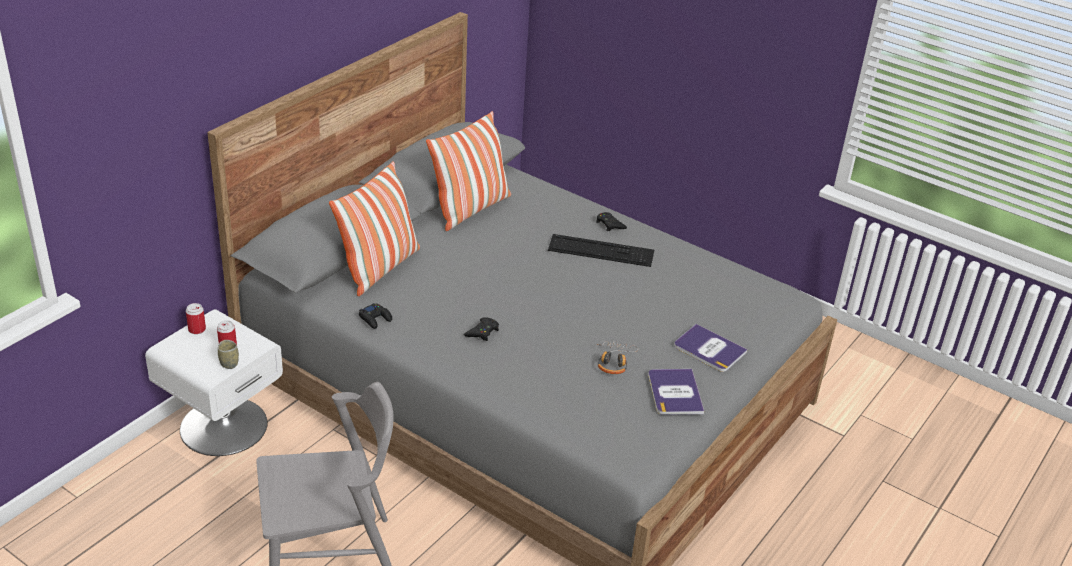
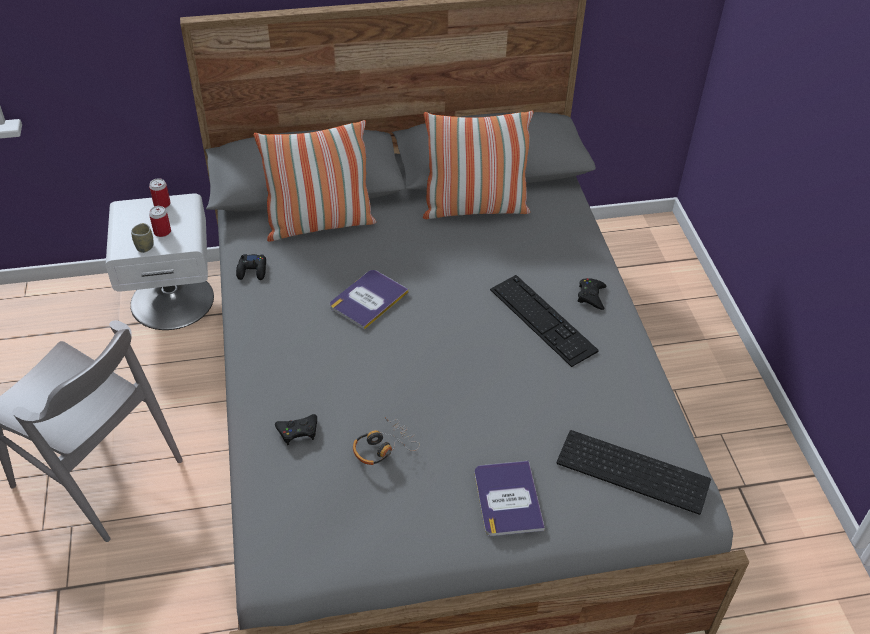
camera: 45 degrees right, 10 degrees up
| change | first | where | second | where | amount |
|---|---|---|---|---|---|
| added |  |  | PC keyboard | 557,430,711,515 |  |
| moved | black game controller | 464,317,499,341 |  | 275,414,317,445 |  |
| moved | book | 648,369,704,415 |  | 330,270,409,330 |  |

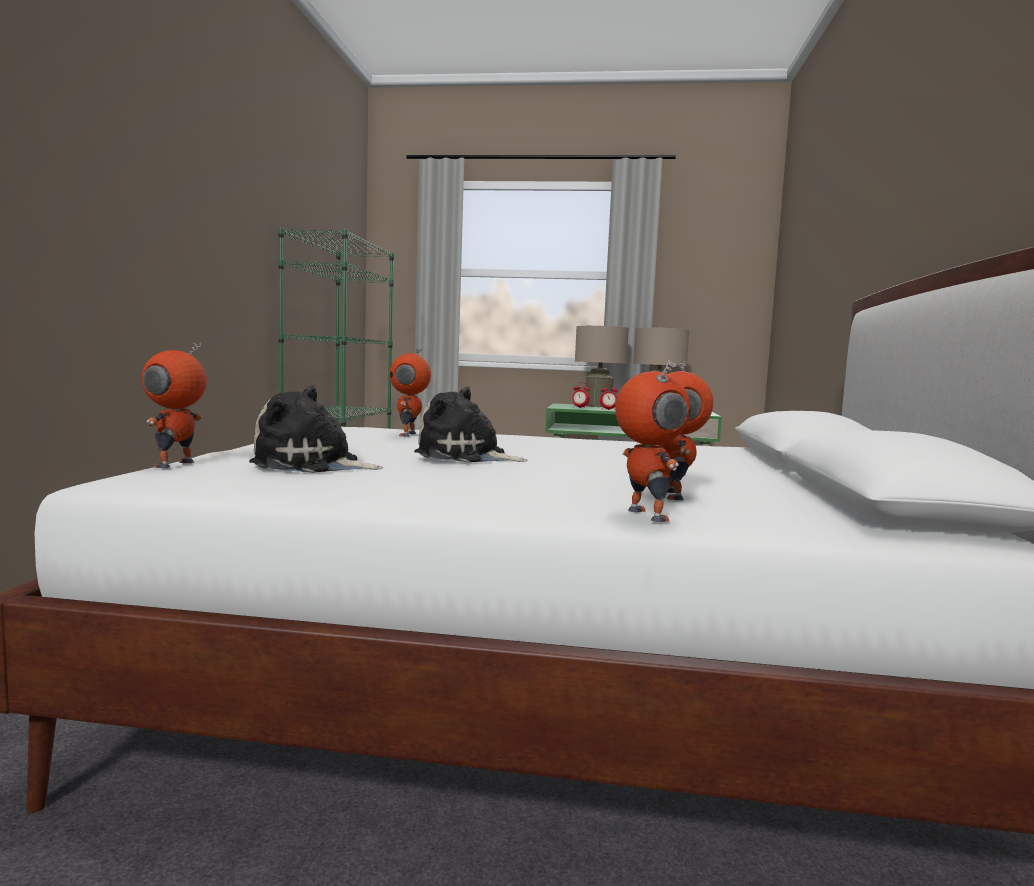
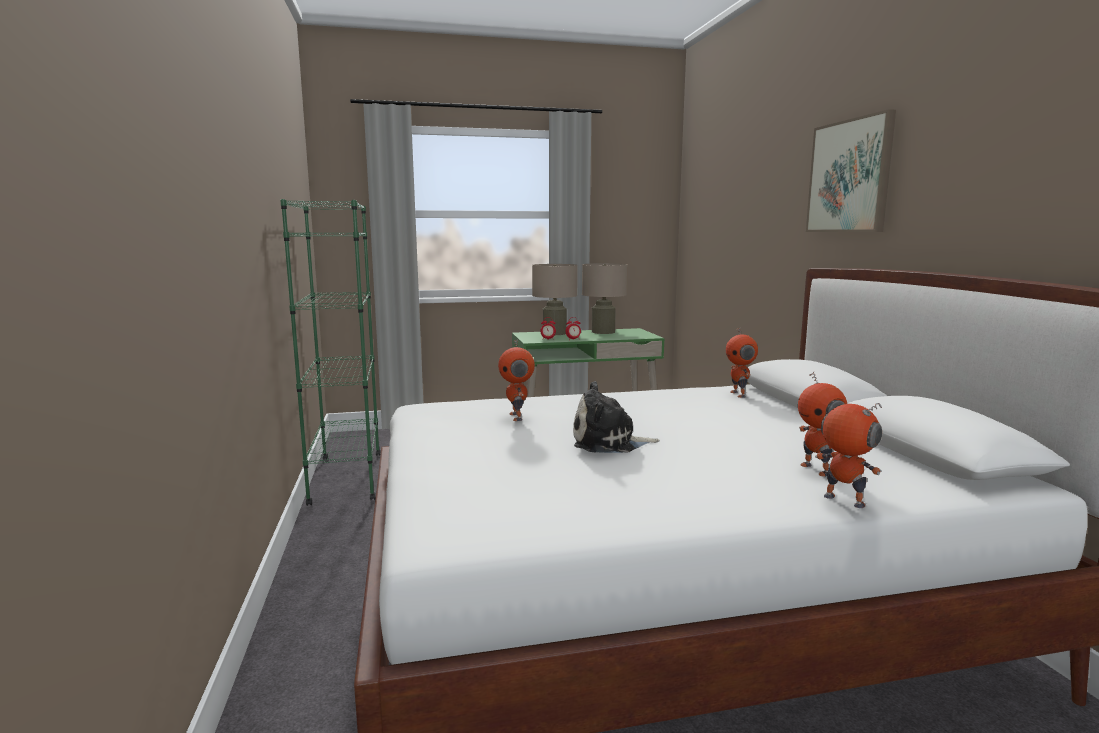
camera: 20 degrees left, 5 degrees up
| change | first | where | second | where | amount |
|---|---|---|---|---|---|
| removed | soft toy | 249,386,384,473 |  |  |  |
| added |  |  | picture | 806,109,896,232 |  |
| moved | toy robot | 141,342,207,468 |  | 726,329,758,398 |  |

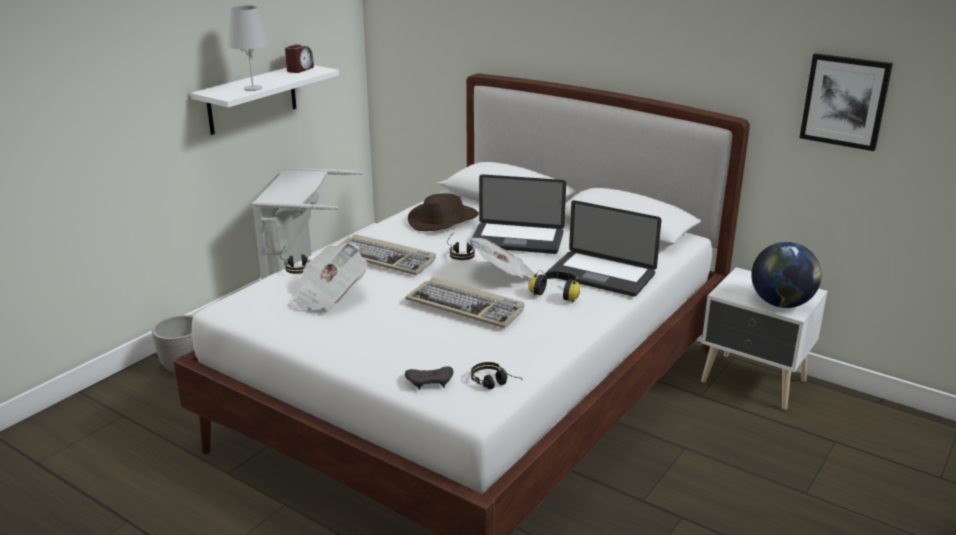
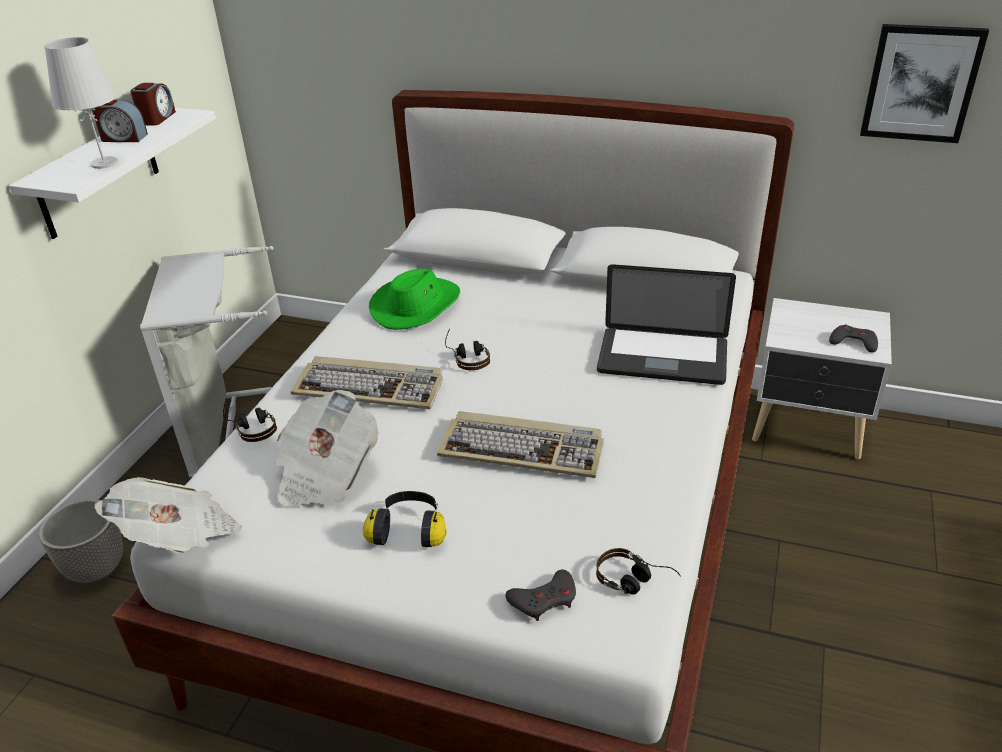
camera: 15 degrees left, 10 degrees up
| change | first | where | second | where | amount |
|---|---|---|---|---|---|
| removed | laptop | 472,174,566,254 |  |  |  |
| added |  |  | table clock | 92,100,148,142 |  |
| moved | printed paper | 466,238,535,278 |  | 94,477,242,553 |  |
| moved | headset | 528,270,580,302 |  | 363,491,446,547 |  |
| replaced | world globe | 751,242,822,308 | gray game controller | 829,324,878,352 |  |
| recoloured | brownish wearable hat | 408,193,479,231 | greenish wearable hat | 369,268,460,330 |  |

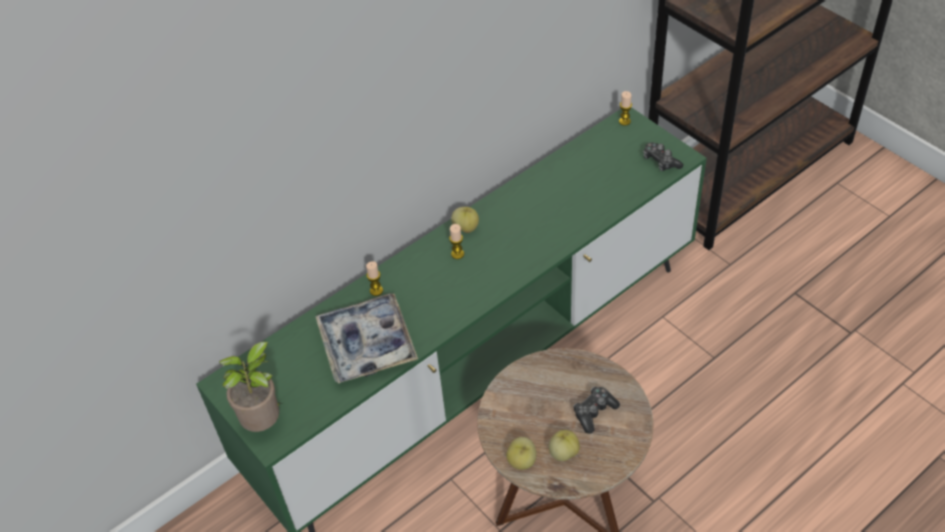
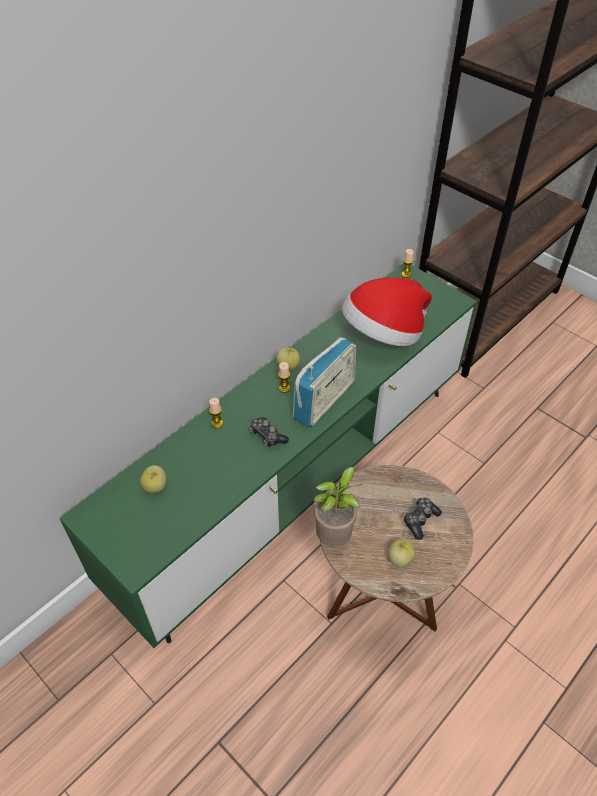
camera: 10 degrees left, 0 degrees up
| change | first | where | second | where | amount |
|---|---|---|---|---|---|
| removed | tray | 315,294,418,384 |  |  |  |
| added |  |  | radio set | 293,337,357,428 |  |
| added |  |  | wearable hat | 342,278,432,346 |  |
| moved | potted plant | 219,341,283,432 |  | 314,467,362,547 |  |
| moved | apple fruit | 506,437,537,470 |  | 140,465,167,493 |  |
| moved | game controller | 643,142,683,171 |  | 250,417,289,447 |  |

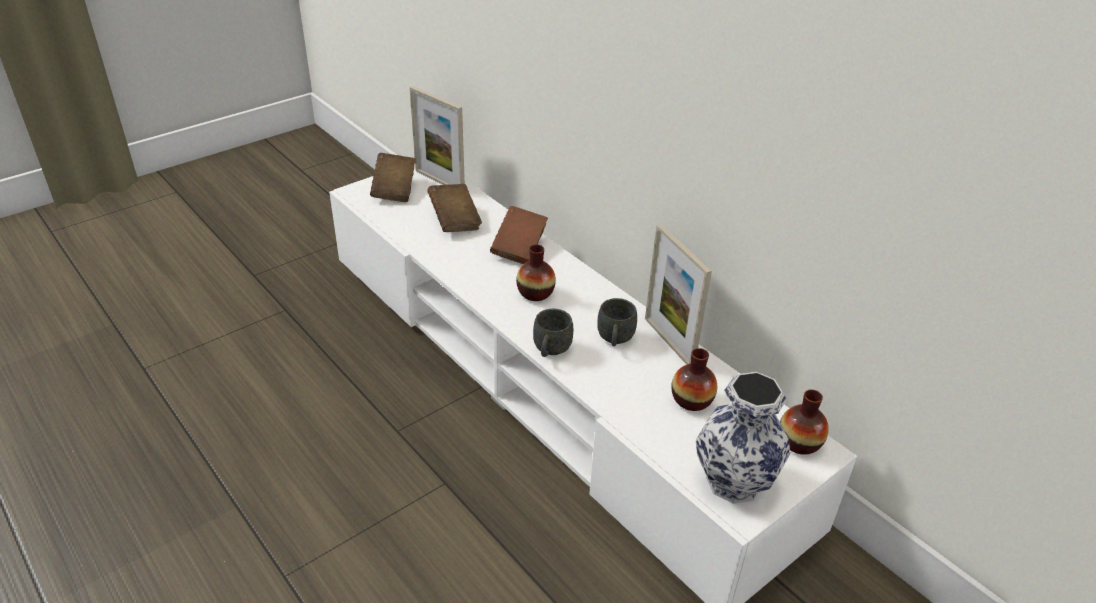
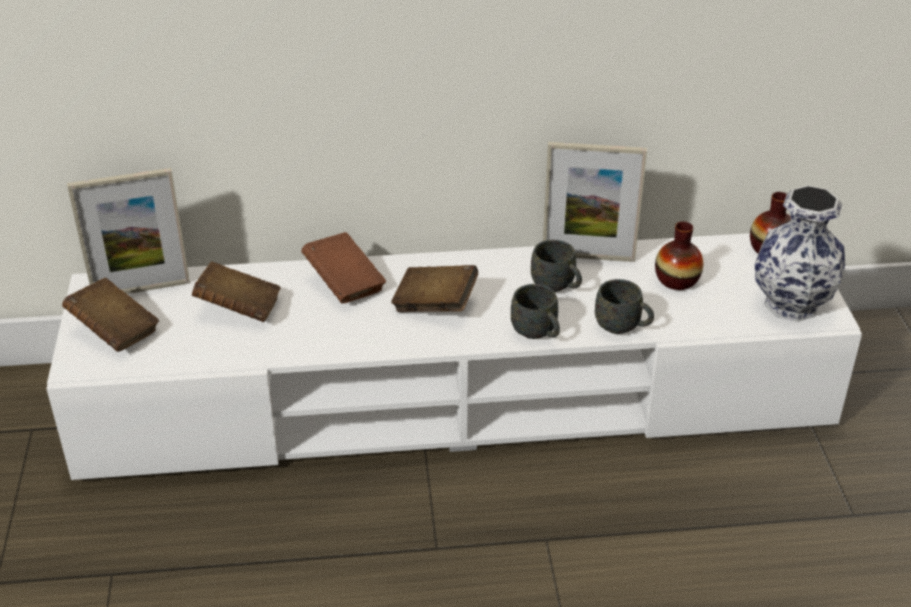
camera: 55 degrees left, 0 degrees up
| change | first | where | second | where | amount |
|---|---|---|---|---|---|
| added |  |  | gray tea mug | 595,279,654,334 |  |
| replaced | decorative vase | 516,245,556,301 | brownish book | 391,265,478,312 |  |

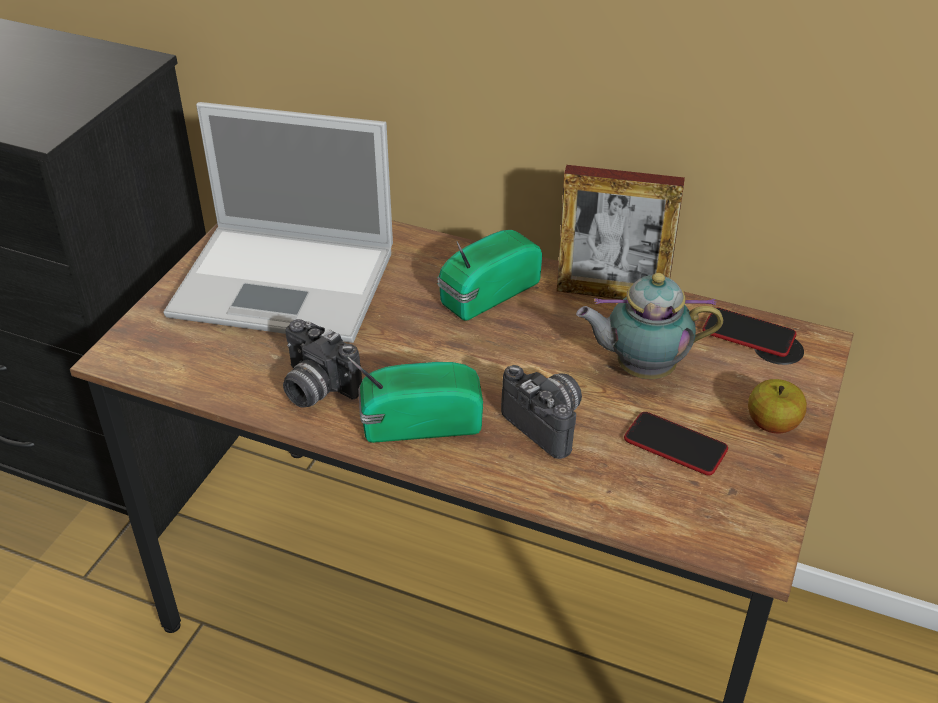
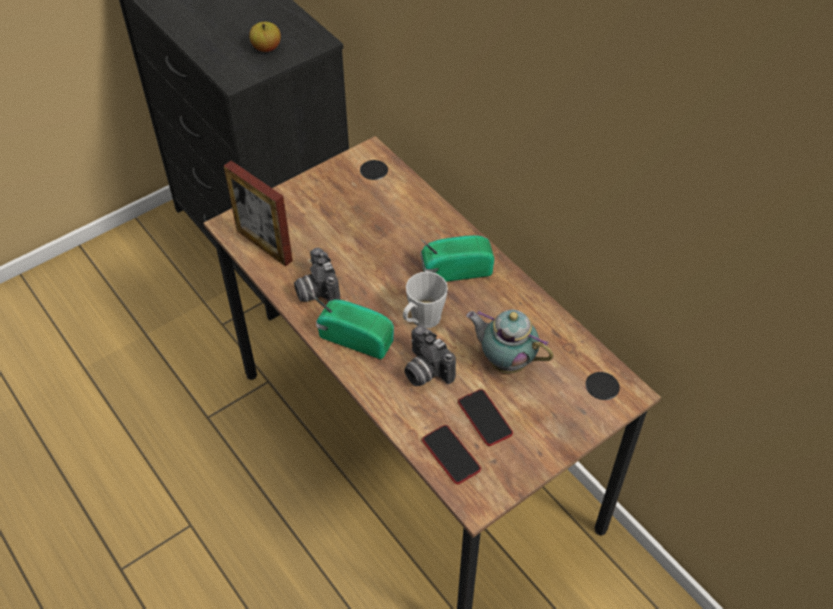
camera: 30 degrees right, 10 degrees up
| change | first | where | second | where | amount |
|---|---|---|---|---|---|
| removed | laptop | 163,102,393,343 |  |  |  |
| added |  |  | gray tea mug | 403,272,448,328 |  |
| moved | standing frame | 557,165,685,300 |  | 224,161,293,266 |  |
| moved | handset | 702,308,796,357 |  | 422,425,481,484 |  |
| moved | apple fruit | 748,379,807,433 |  | 249,22,281,52 |  |
| turned | still camera | 501,365,582,459 |  | 404,326,456,386 | 150 degrees clockwise |

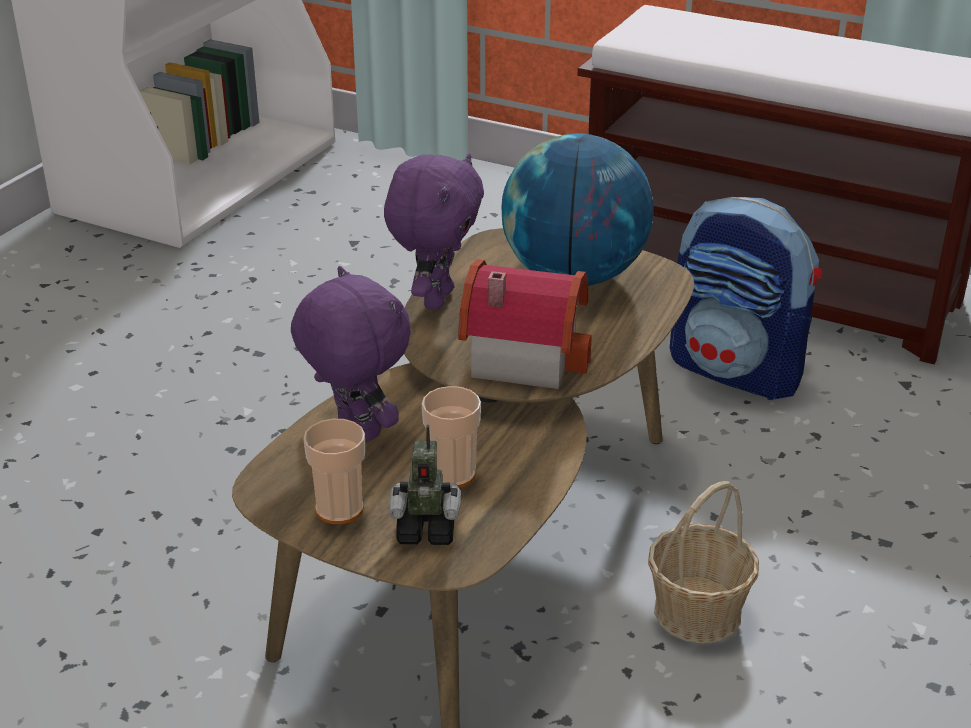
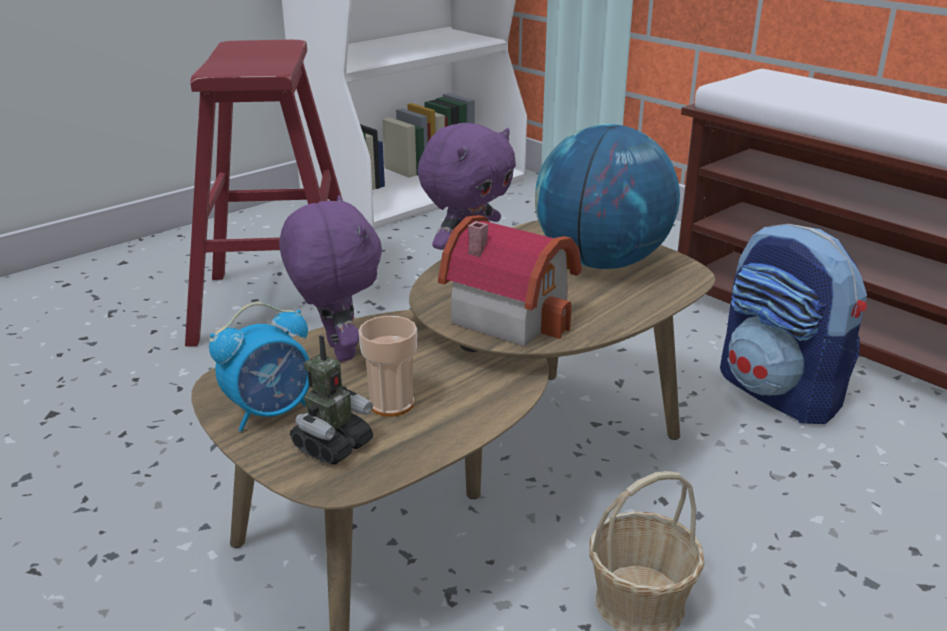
camera: 20 degrees right, 5 degrees down
| change | first | where | second | where | amount |
|---|---|---|---|---|---|
| added |  |  | red-coloured stool seat | 185,40,354,347 |  |
| replaced | cup | 303,419,365,524 | table clock | 209,302,310,431 |  |
| turned | toy robot | 389,425,461,545 |  | 290,335,373,465 | 75 degrees counterclockwise |

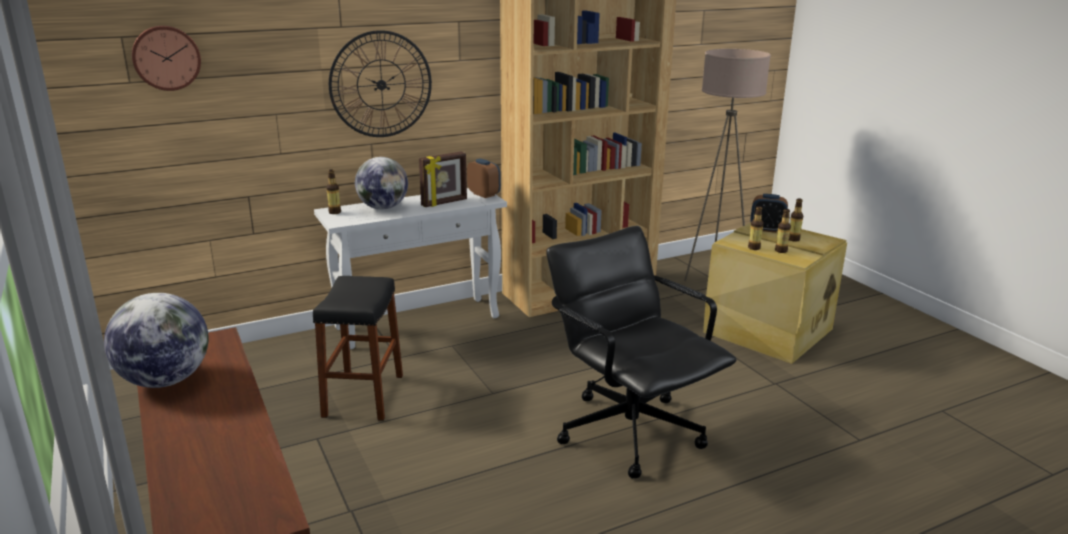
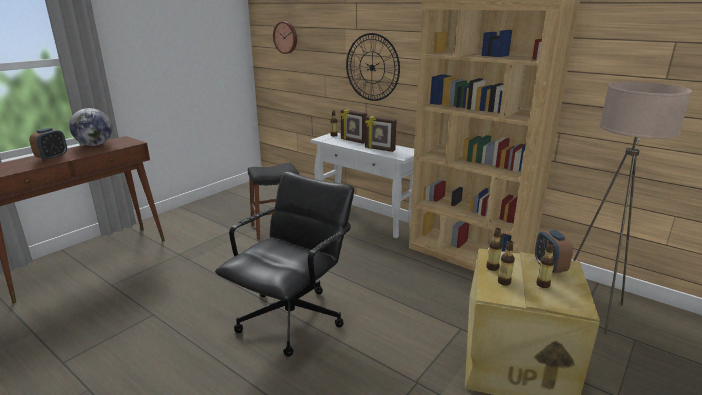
camera: 65 degrees right, 0 degrees up
| change | first | where | second | where | amount |
|---|---|---|---|---|---|
| moved | table clock | 467,159,501,198 |  | 29,128,67,161 |  |
| replaced | world globe | 355,157,408,210 | standing frame | 340,109,367,144 |  |

